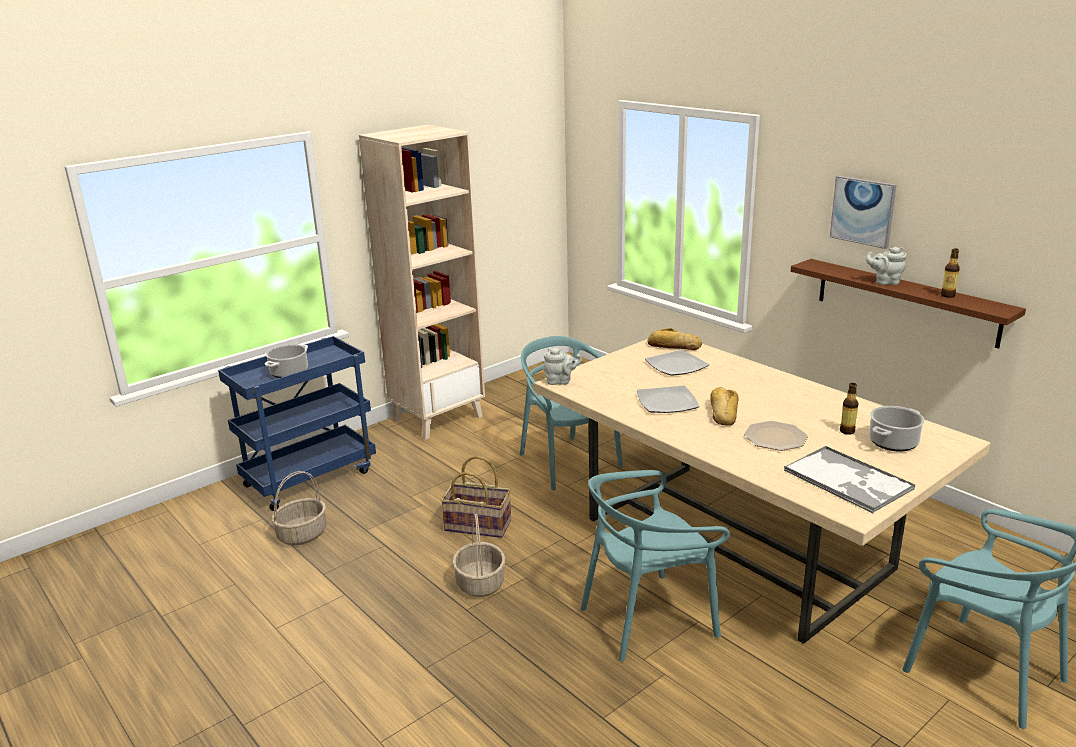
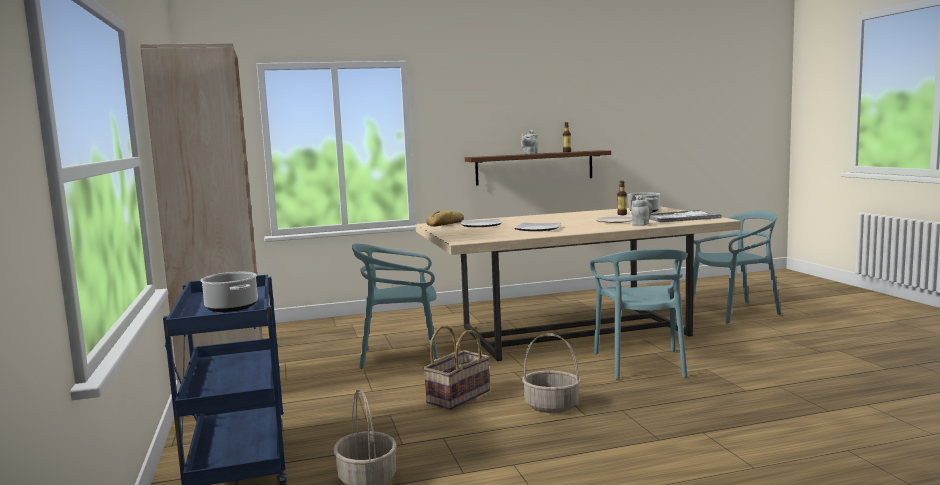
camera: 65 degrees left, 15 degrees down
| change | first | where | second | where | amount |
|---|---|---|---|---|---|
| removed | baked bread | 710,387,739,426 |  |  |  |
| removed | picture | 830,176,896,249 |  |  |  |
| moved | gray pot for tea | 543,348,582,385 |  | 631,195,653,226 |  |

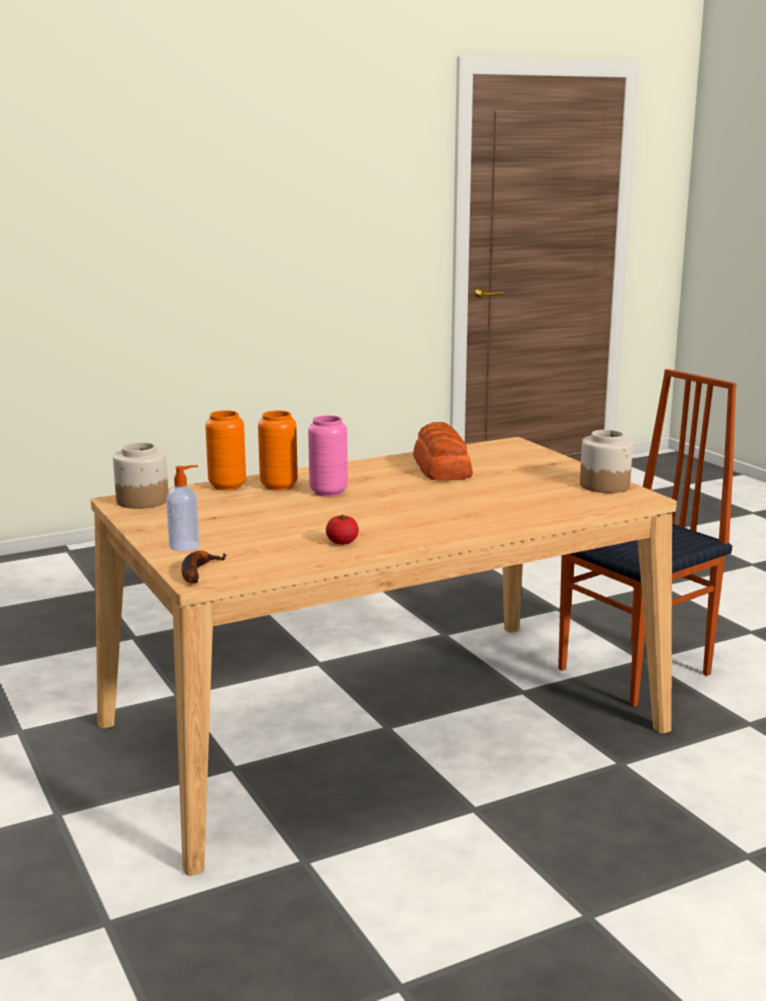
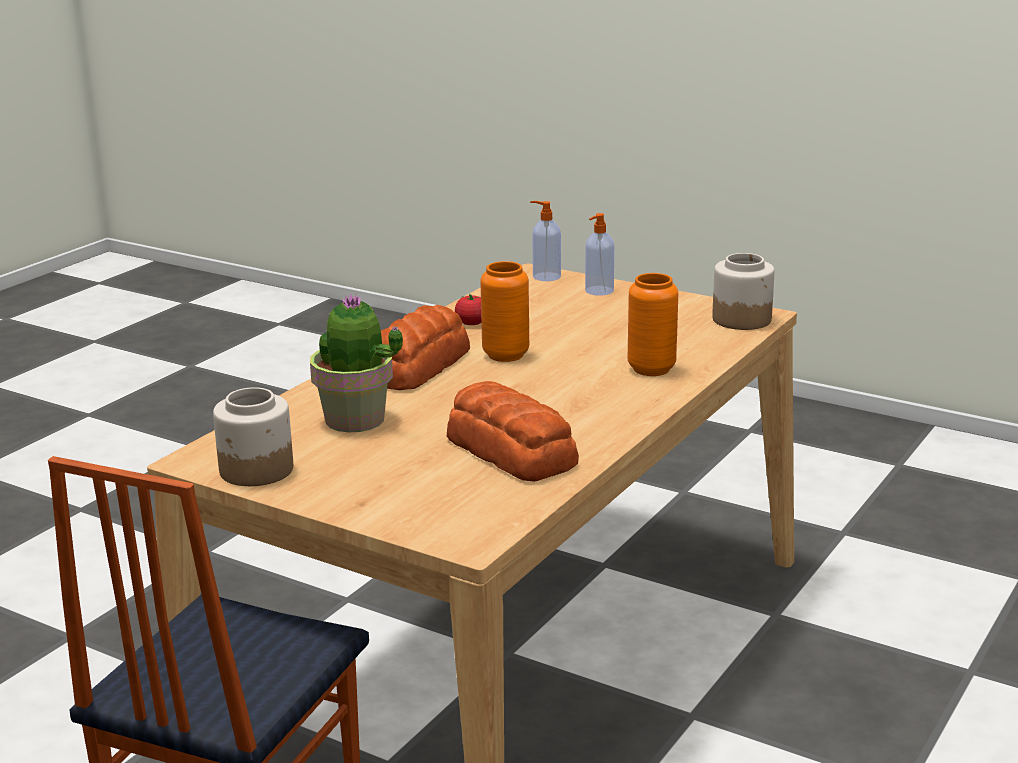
camera: 150 degrees right, 5 degrees up
| change | first | where | second | where | amount |
|---|---|---|---|---|---|
| removed | pinkish decorative vase | 308,415,348,497 |  |  |  |
| added |  |  | potted plant | 310,294,403,433 |  |
| added |  |  | baked bread | 381,305,470,390 |  |
| moved | orange decorative vase | 205,410,246,490 |  | 480,261,529,362 |  |
| replaced | whole banana | 182,551,227,583 | soap bottle | 530,201,561,281 |  |

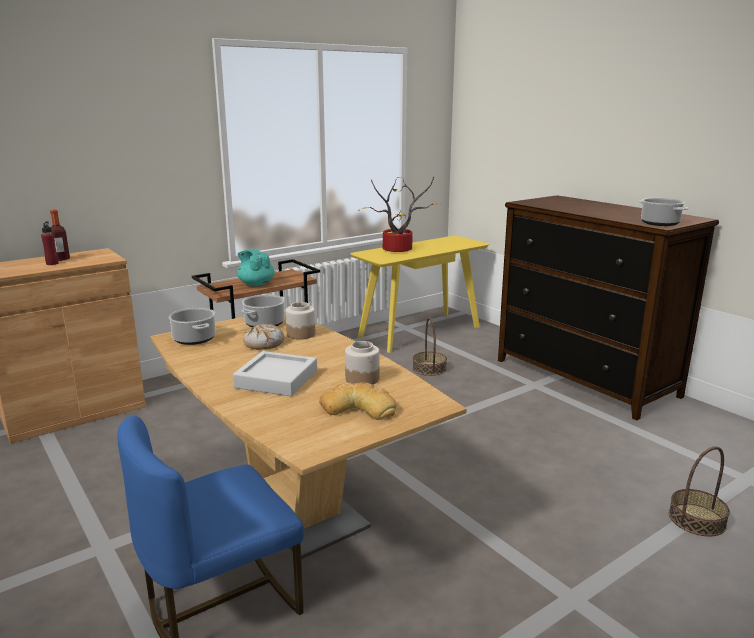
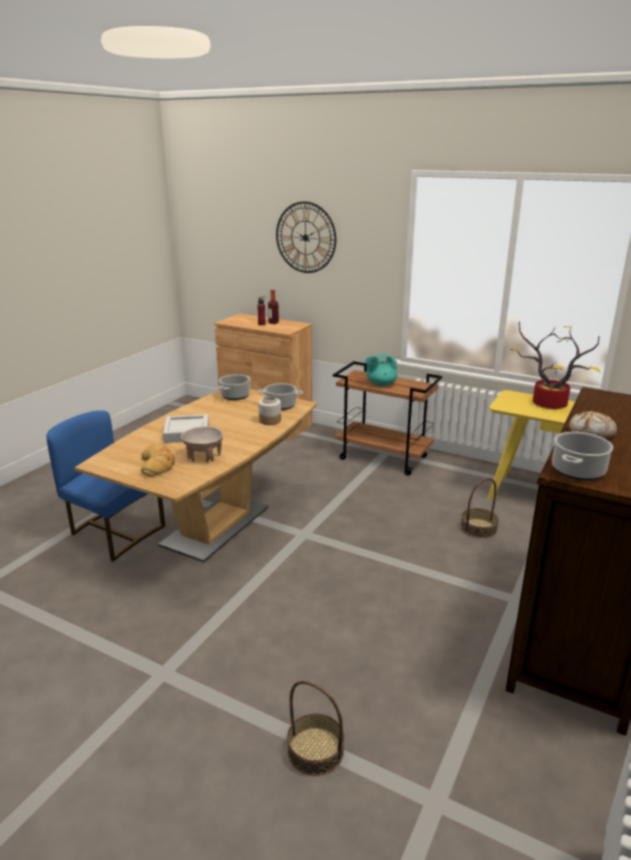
camera: 65 degrees right, 5 degrees up
| change | first | where | second | where | amount |
|---|---|---|---|---|---|
| added |  |  | wall clock | 276,201,336,273 |  |
| moved | baked bread | 243,324,284,350 |  | 569,411,617,439 |  |
| replaced | preserve jar | 345,341,379,385 | sand-coloured serving bowl | 181,426,223,463 |  |
| turned | turquoise pot for tea | 237,249,275,286 |  | 365,354,398,386 | 135 degrees counterclockwise |

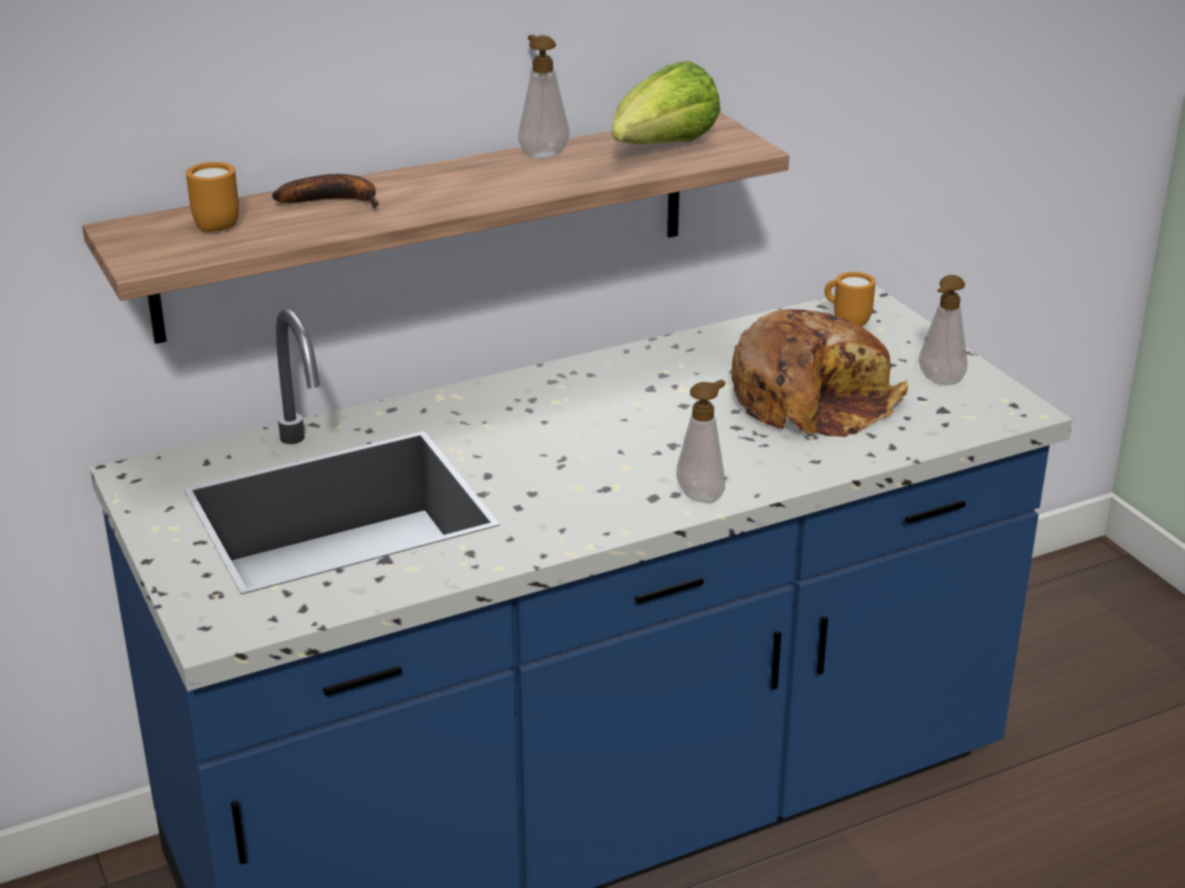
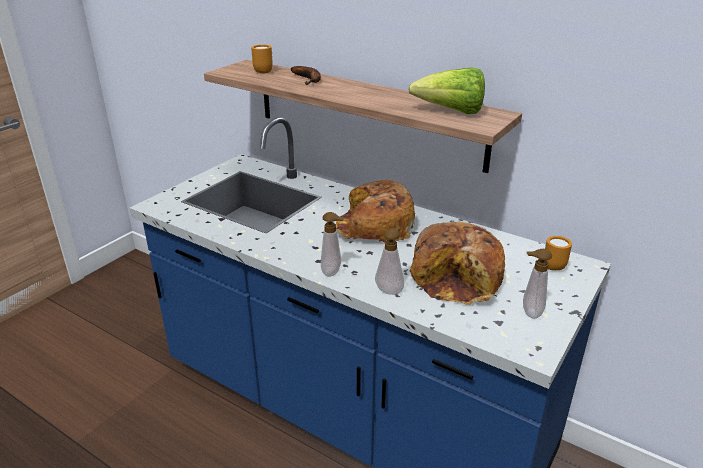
camera: 60 degrees right, 0 degrees up
| change | first | where | second | where | amount |
|---|---|---|---|---|---|
| added |  |  | baked bread | 336,180,415,242 |  |
| moved | soap bottle | 518,35,569,159 |  | 375,227,404,295 |  |

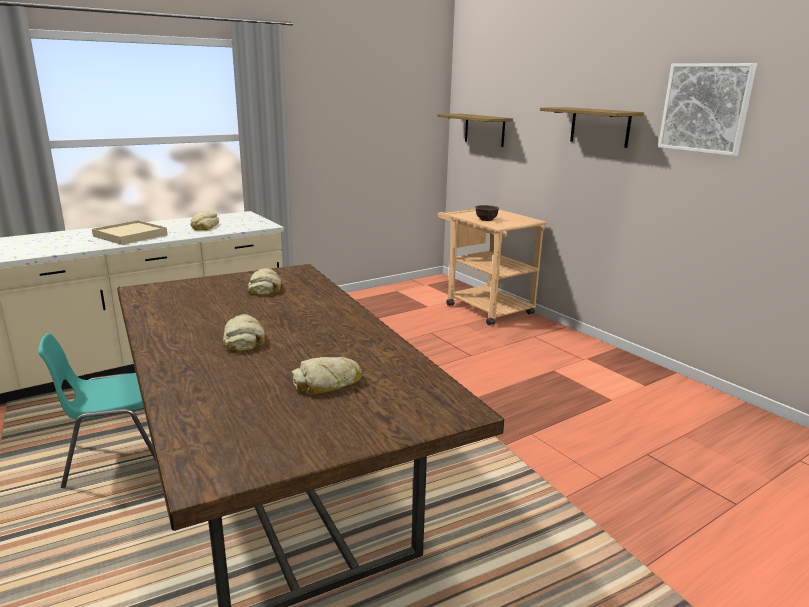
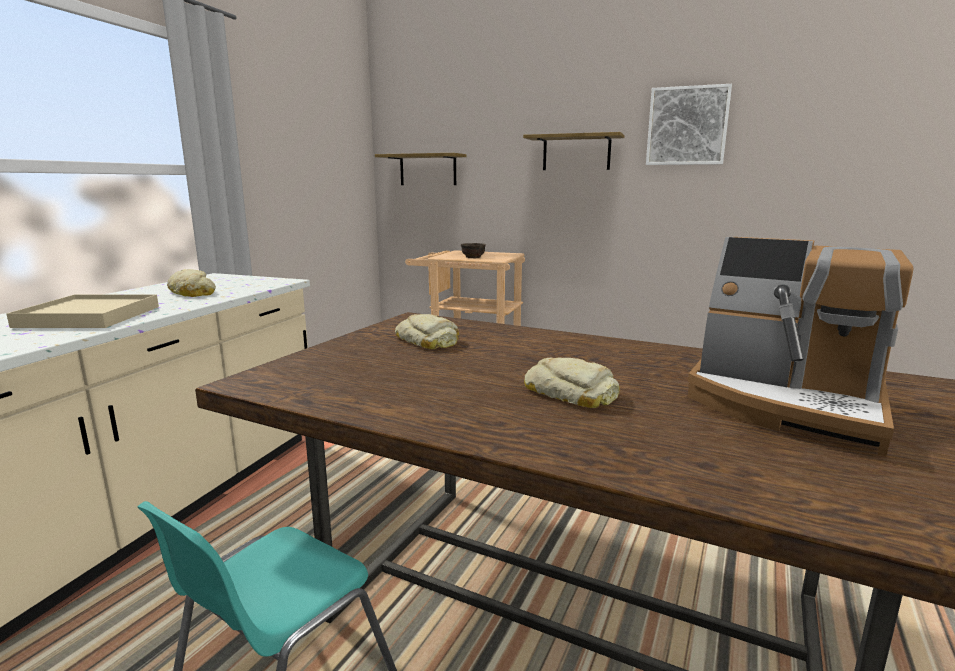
camera: 35 degrees left, 5 degrees down
| change | first | where | second | where | amount |
|---|---|---|---|---|---|
| replaced | baked bread | 291,357,362,395 | coffee maker | 688,237,913,457 |  |

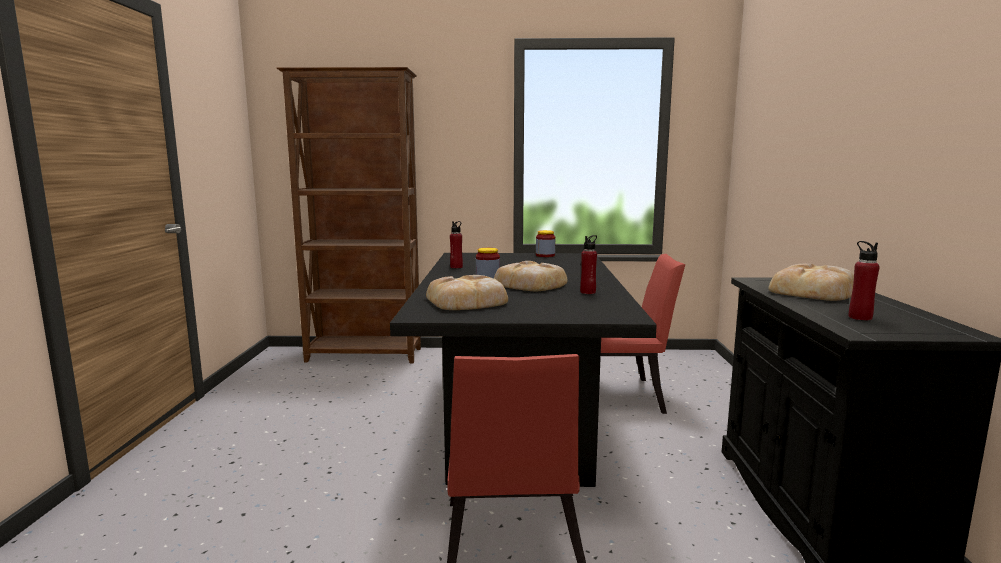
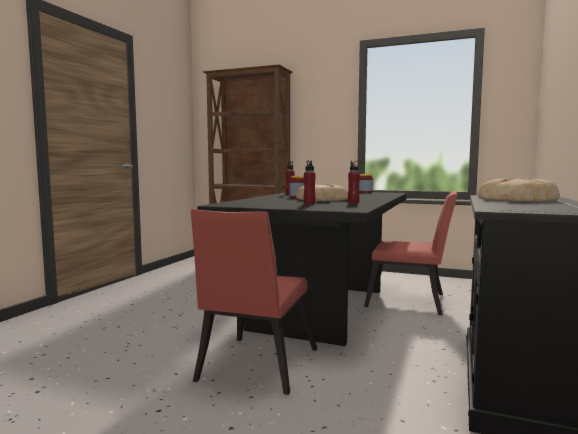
camera: 20 degrees right, 5 degrees down
| change | first | where | second | where | amount |
|---|---|---|---|---|---|
| removed | baked bread | 426,275,508,310 |  |  |  |
| moved | red-coloured beverage bottle | 849,241,880,321 |  | 304,160,316,205 |  |

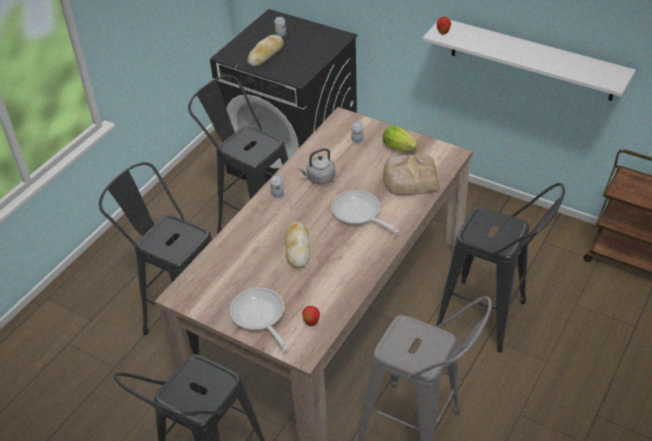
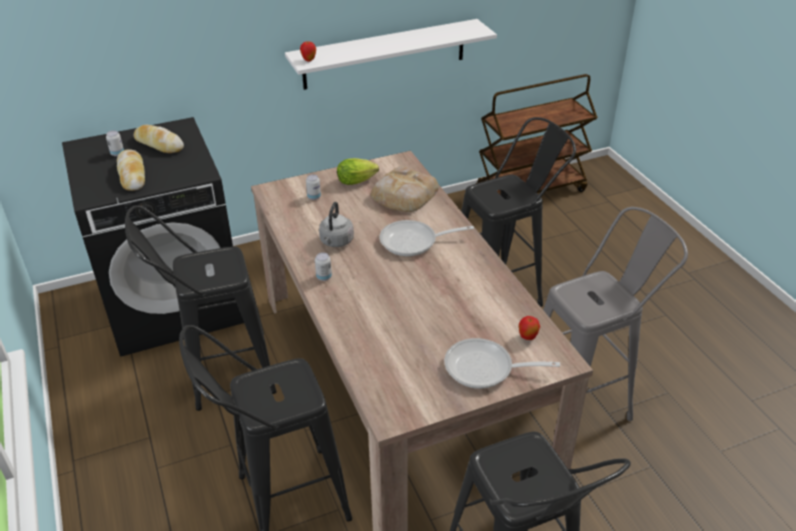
camera: 55 degrees left, 5 degrees down
| change | first | where | second | where | amount |
|---|---|---|---|---|---|
| moved | baked bread | 285,221,310,268 |  | 134,125,184,153 |  |

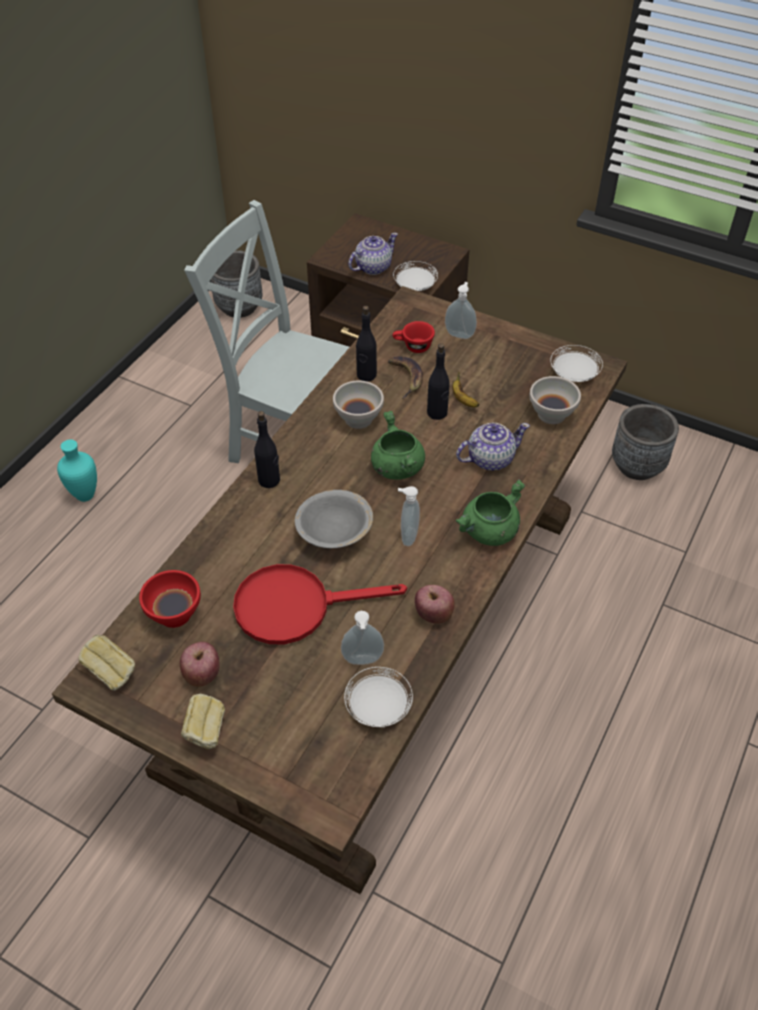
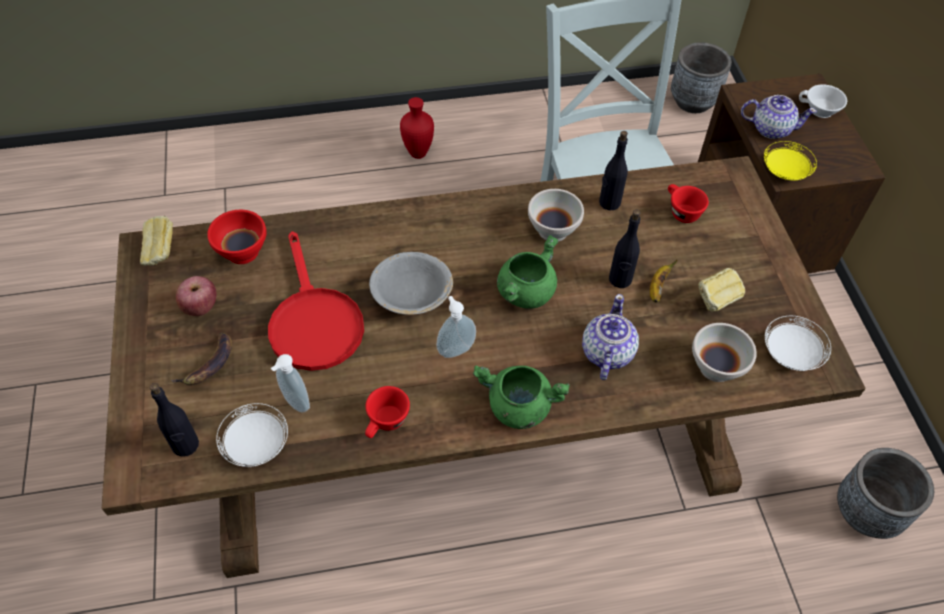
camera: 50 degrees right, 5 degrees up
| change | first | where | second | where | amount |
|---|---|---|---|---|---|
| removed | soap bottle | 445,282,477,339 |  |  |  |
| added |  |  | whitish cup | 799,84,847,118 |  |
| moved | baked bread | 181,694,225,749 |  | 698,268,745,312 |  |
| moved | black beverage bottle | 254,411,280,488 |  | 150,383,199,457 |  |
| moved | whole banana | 388,356,423,399 |  | 171,332,232,385 |  |
| replaced | apple fruit | 415,585,455,624 | red-coloured cup | 365,386,410,438 |  |
| recoloured | turquoise decorative vase | 57,439,97,502 | red-coloured decorative vase | 400,97,434,159 |  |
| recoloured | whitish dinner plate | 393,261,438,291 | yellowish dinner plate | 764,141,817,180 |  |
| turned | red-coloured frying pan | 233,564,407,644 |  | 268,231,364,371 | 150 degrees counterclockwise |
| turned | pot for tea | 456,423,530,471 |  | 582,294,639,380 | 105 degrees counterclockwise |

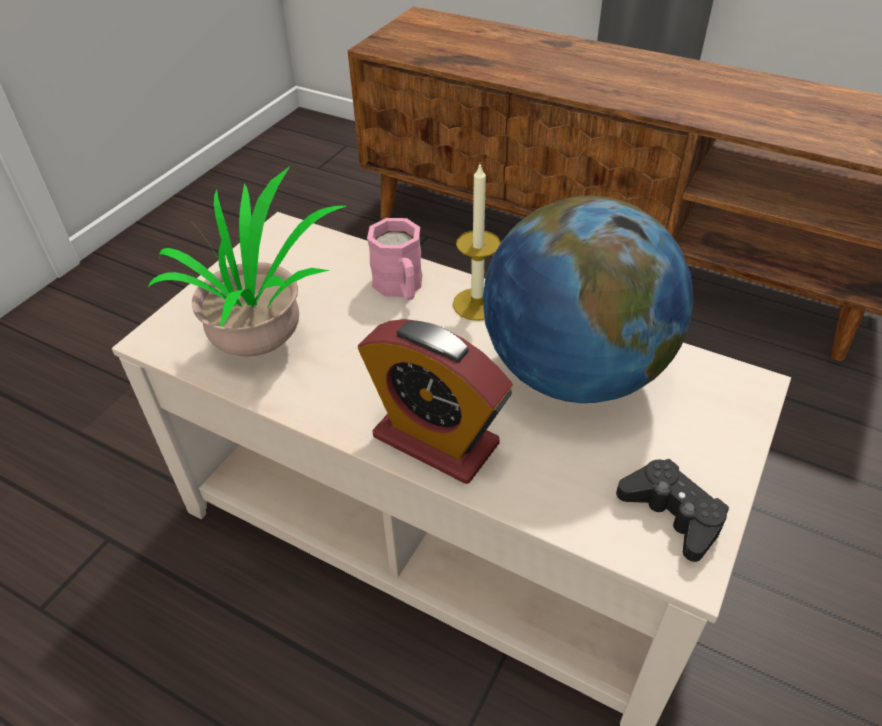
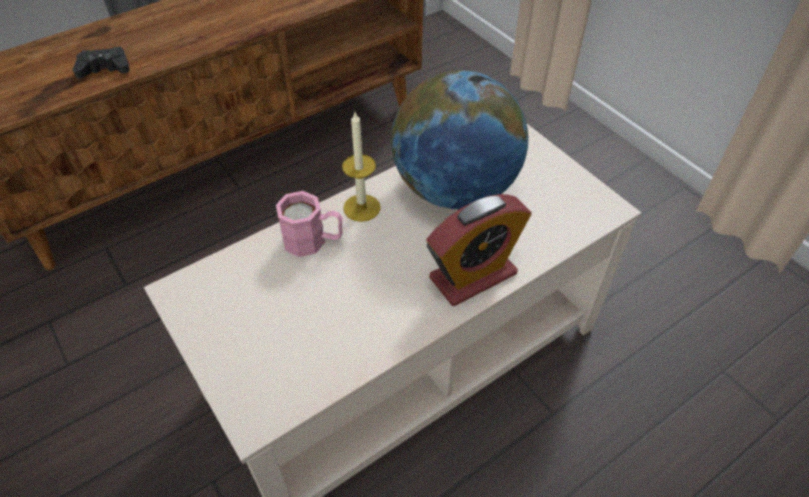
camera: 65 degrees left, 5 degrees up
| change | first | where | second | where | amount |
|---|---|---|---|---|---|
| removed | potted plant | 148,166,346,357 |  |  |  |
| moved | black game controller | 616,459,729,562 |  | 73,47,130,78 |  |

